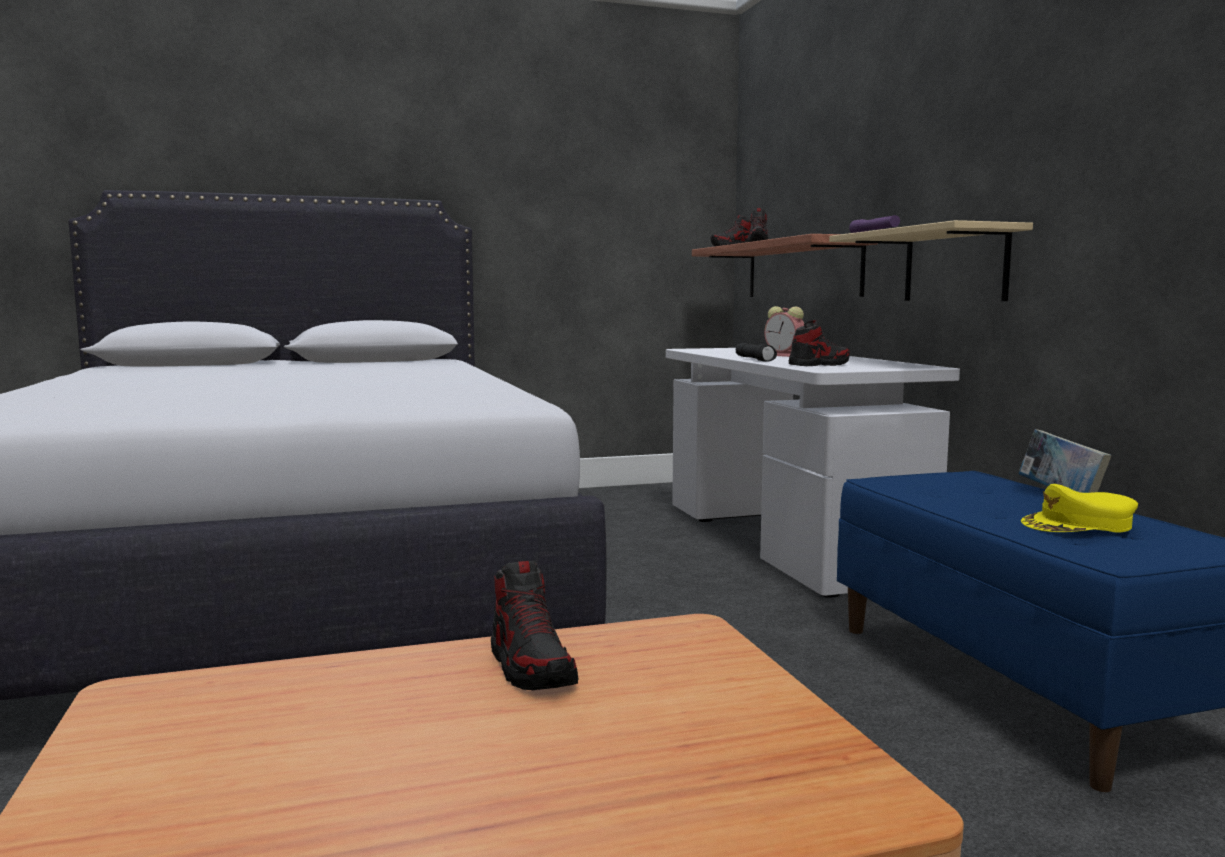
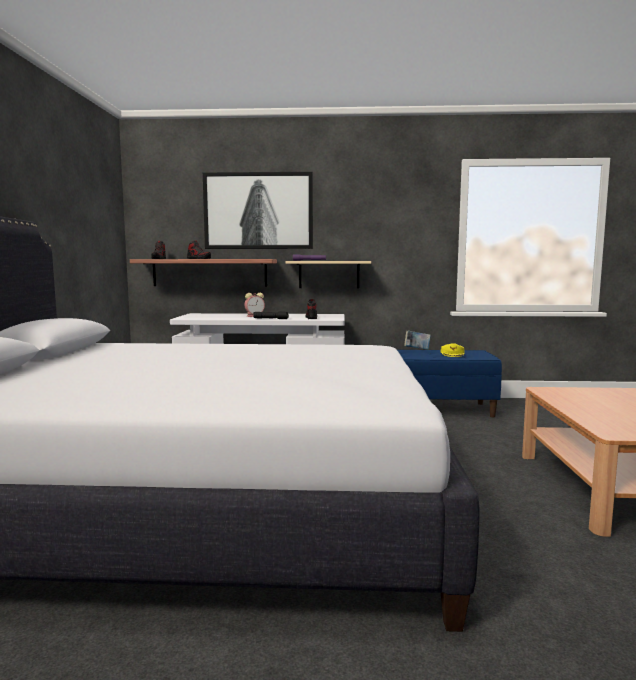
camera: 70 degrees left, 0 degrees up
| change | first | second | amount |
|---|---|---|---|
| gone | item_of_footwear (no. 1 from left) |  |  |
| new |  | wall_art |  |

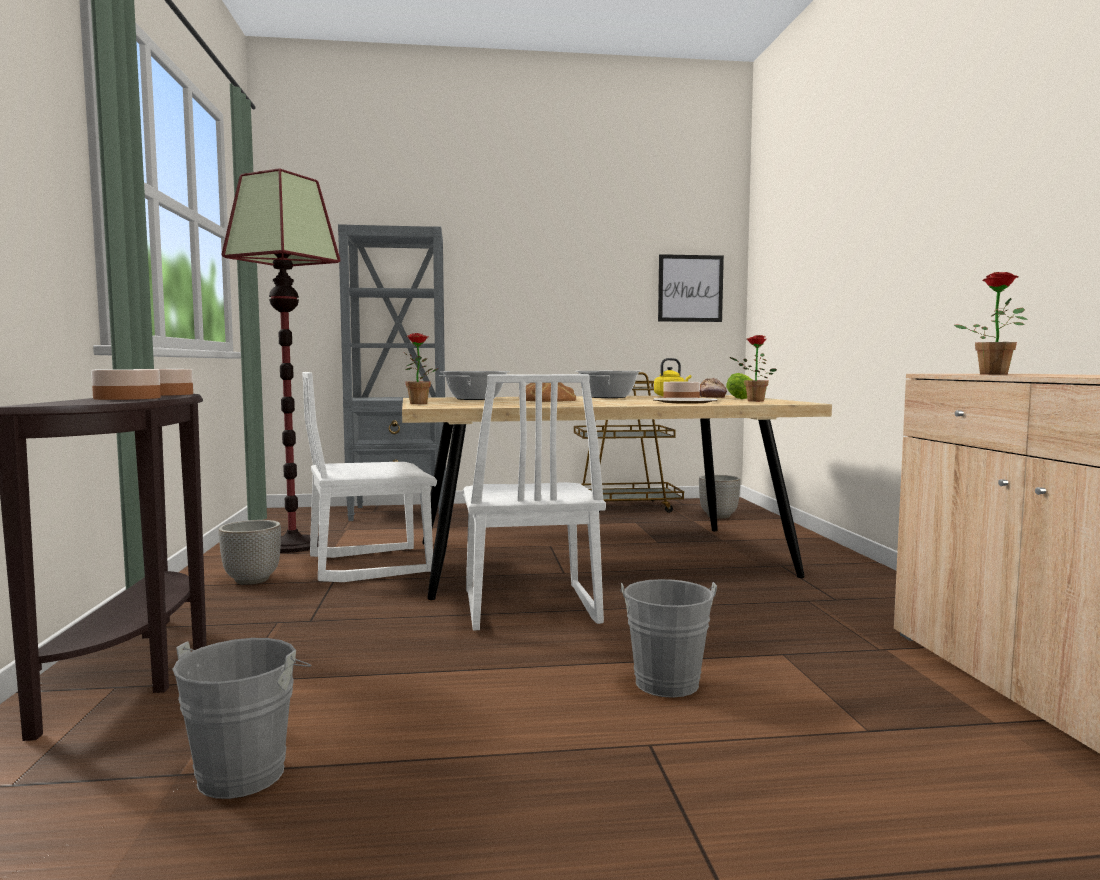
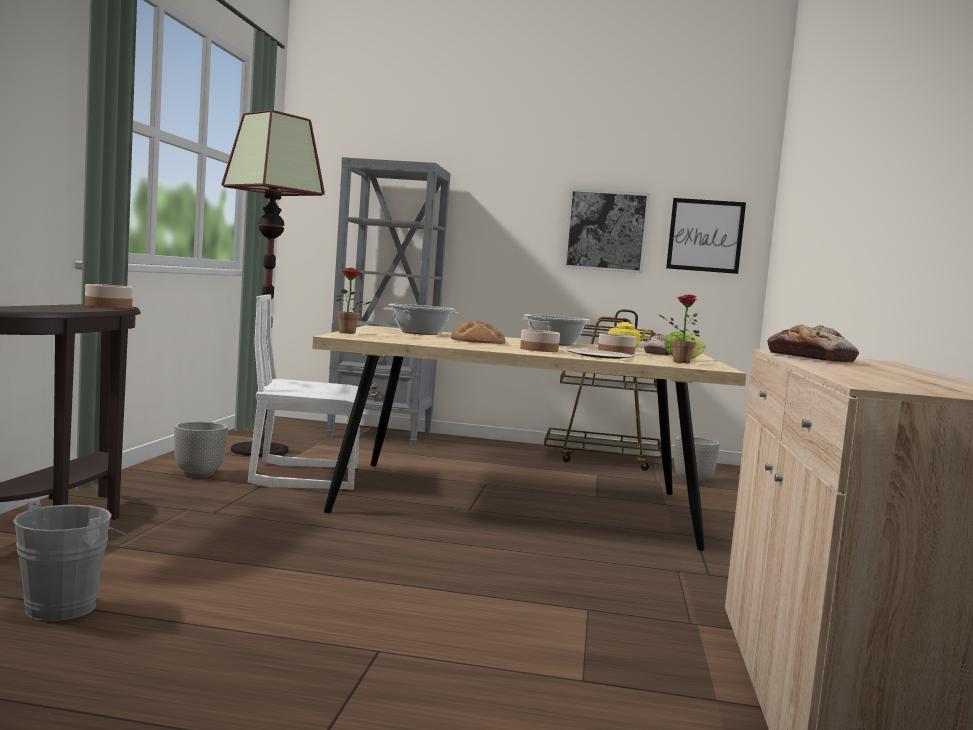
camera: 15 degrees right, 0 degrees up
| change | first | second | amount |
|---|---|---|---|
| gone | white_chair (no. 2 from left) |  |  |
| gone | grey_water_bucket (no. 2 from left) |  |  |
| new |  | wall_art (no. 1 from left) |  |
| shifted | serving_bowl (no. 1 from left in the first image) | serving_bowl (no. 2 from left) |  |
| swapped | potted_plant (no. 3 from left) | bakery_bread (no. 3 from left) |  |

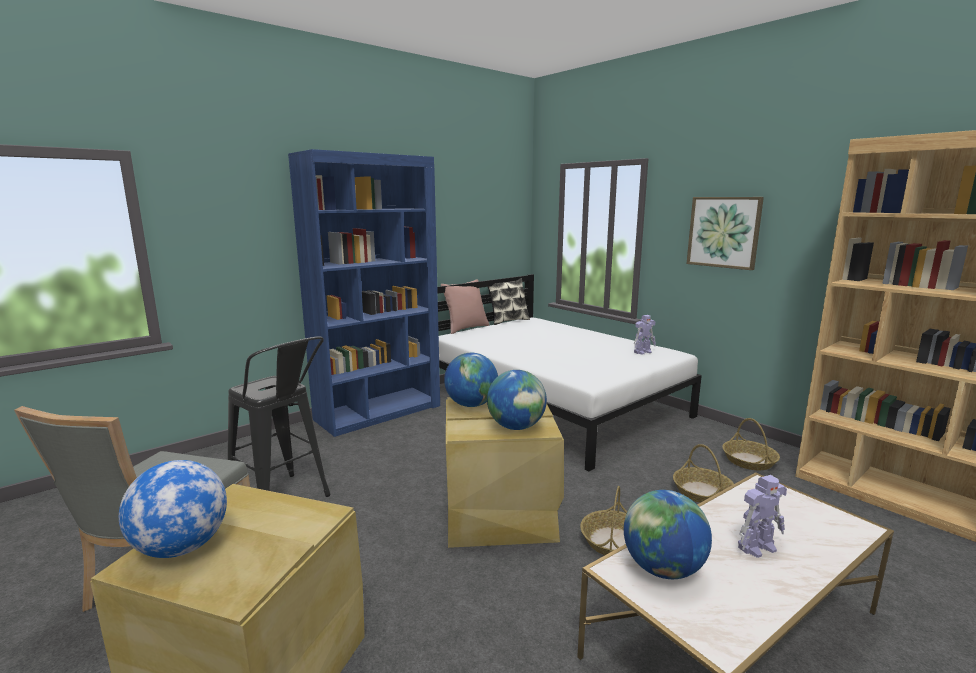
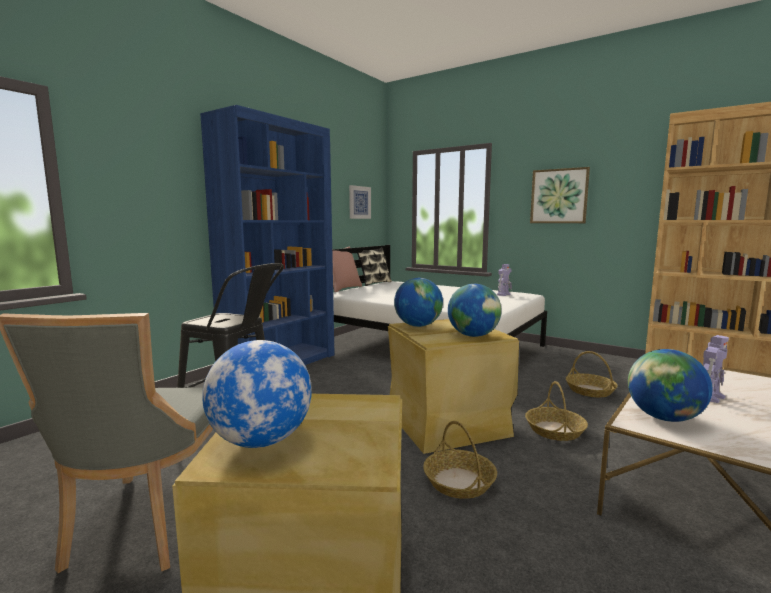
camera: 15 degrees left, 5 degrees down
| change | first | second | amount |
|---|---|---|---|
| new |  | wall_art (no. 1 from left) |  |
| shifted | storage_basket (no. 3 from left in the first image) | storage_basket (no. 1 from left) |  |

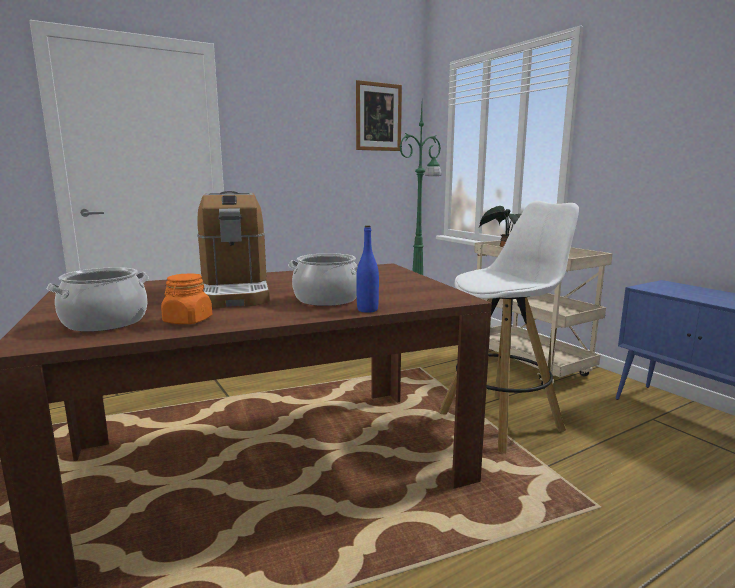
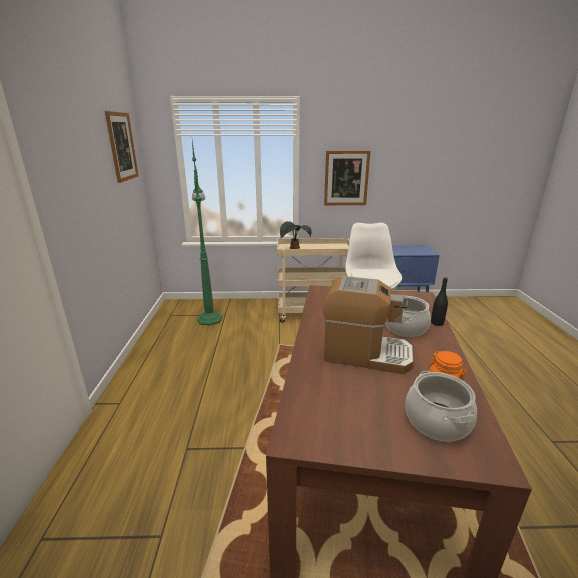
camera: 60 degrees left, 10 degrees up
| change | first | second | amount |
|---|---|---|---|
| new |  | wall_art (no. 2 from left) |  |
| repainted | blue-coloured_beverage_bottle | black_beverage_bottle |  |

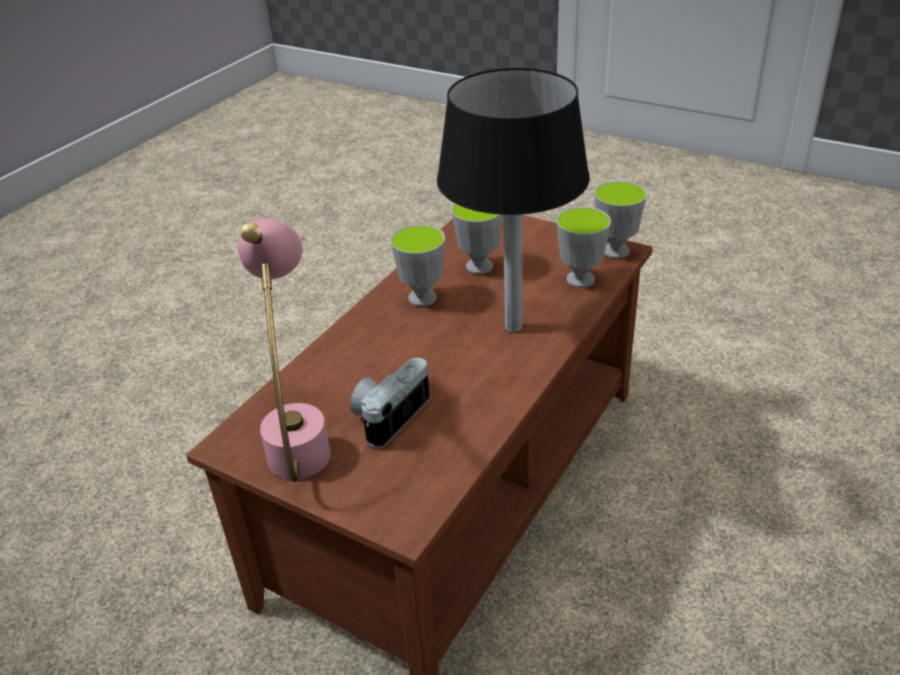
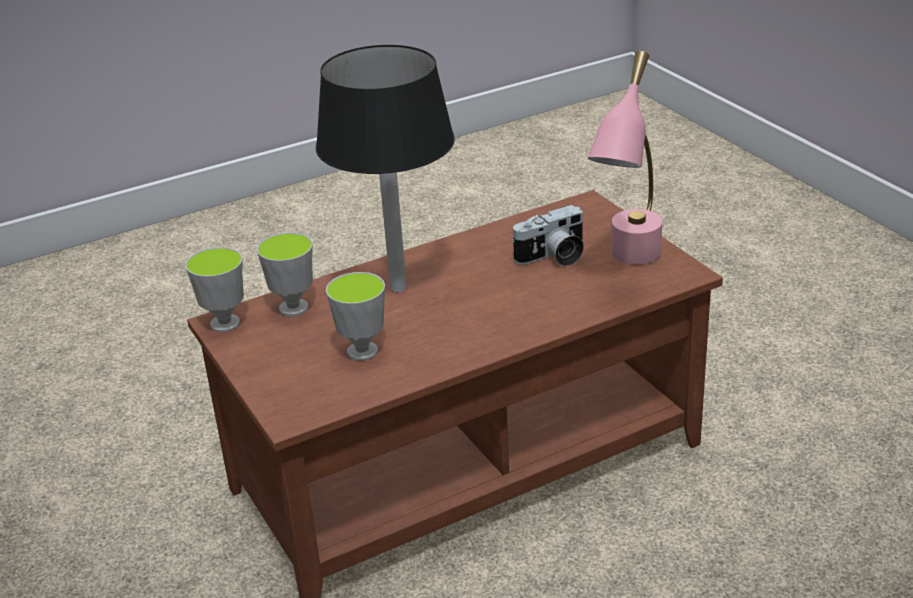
camera: 150 degrees left, 5 degrees down
| change | first | second | amount |
|---|---|---|---|
| gone | cup (no. 1 from left) |  |  |

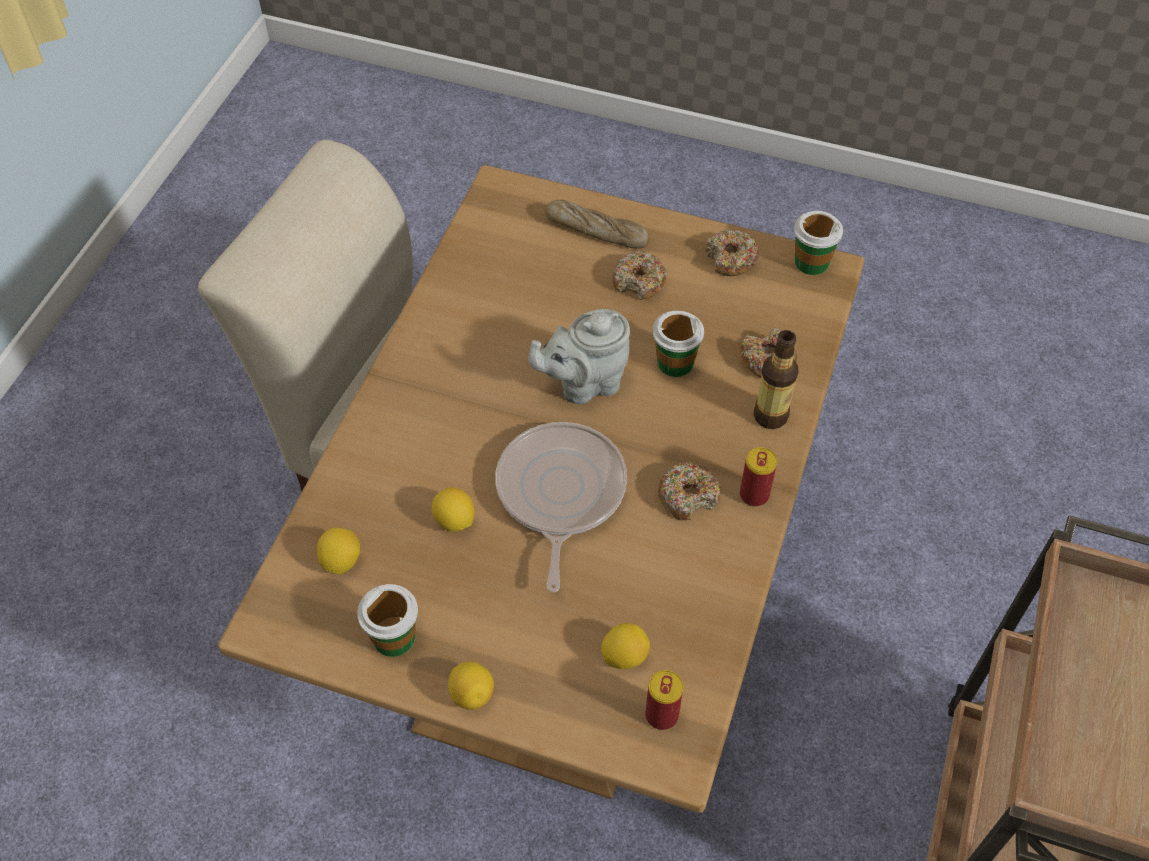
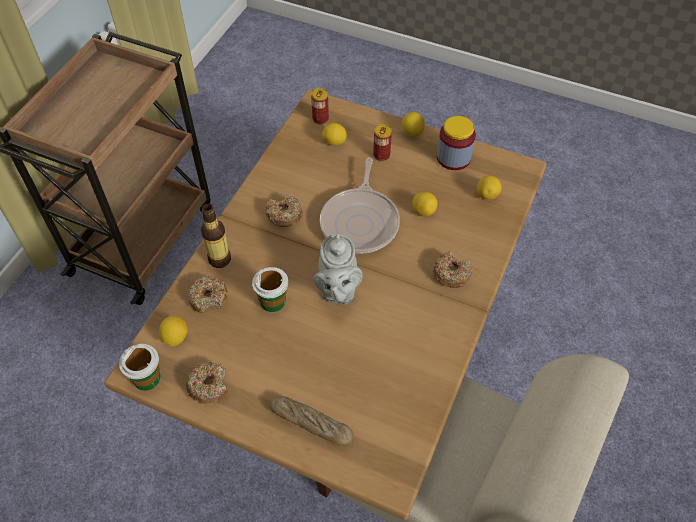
camera: 175 degrees left, 0 degrees up
| change | first | second | amount |
|---|---|---|---|
| new |  | citrus_fruit (no. 1 from left) |  |
| shifted | doughnut (no. 1 from left in the first image) | doughnut (no. 4 from left) |  |
| shifted | can (no. 2 from left) |  |  |
| swapped | cup (no. 1 from left) | preserve_jar |  |
| rotated | grey_teapot |  | 105 degrees clockwise |

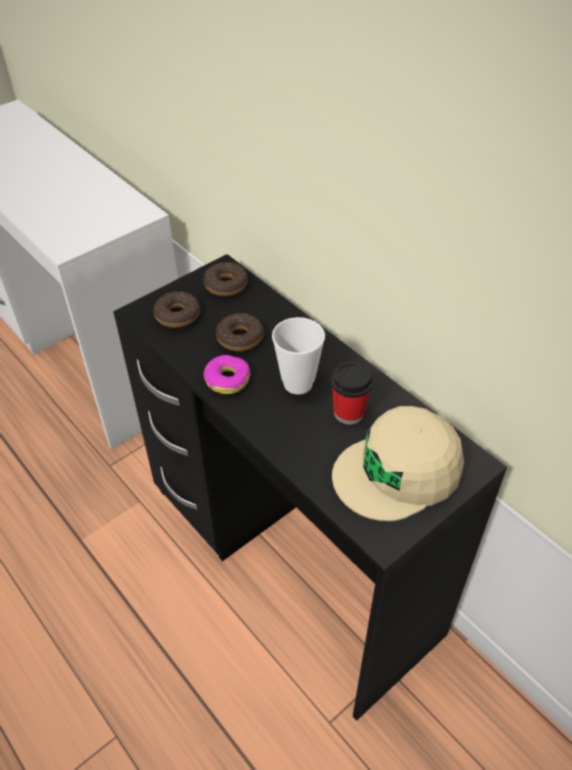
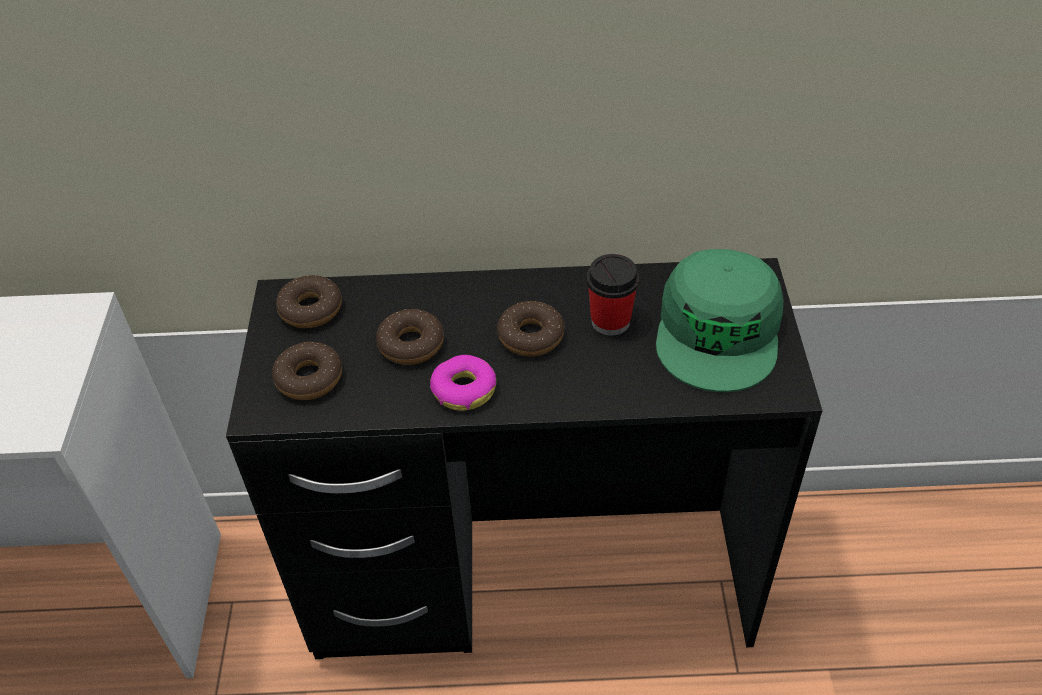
camera: 50 degrees left, 0 degrees up
| change | first | second | amount |
|---|---|---|---|
| swapped | cup (no. 1 from left) | doughnut (no. 5 from left) |  |
| repainted | beige_peaked_cap | greenish_peaked_cap |  |

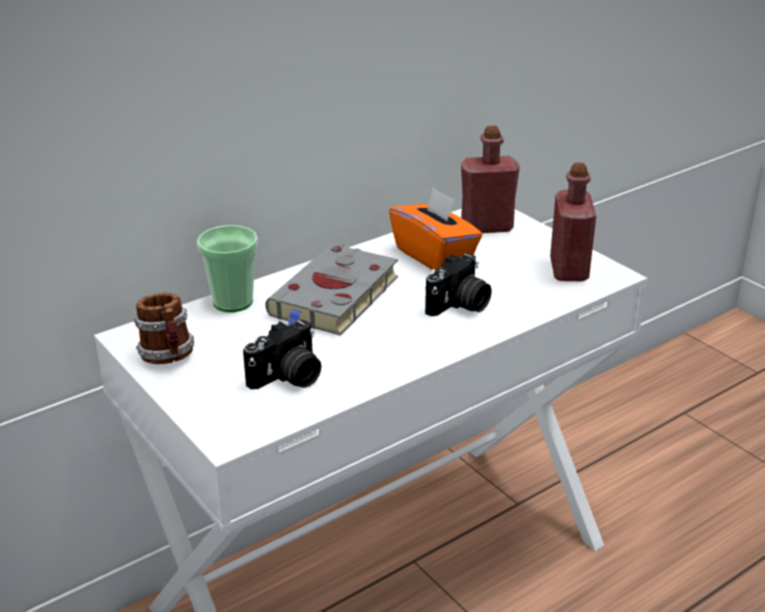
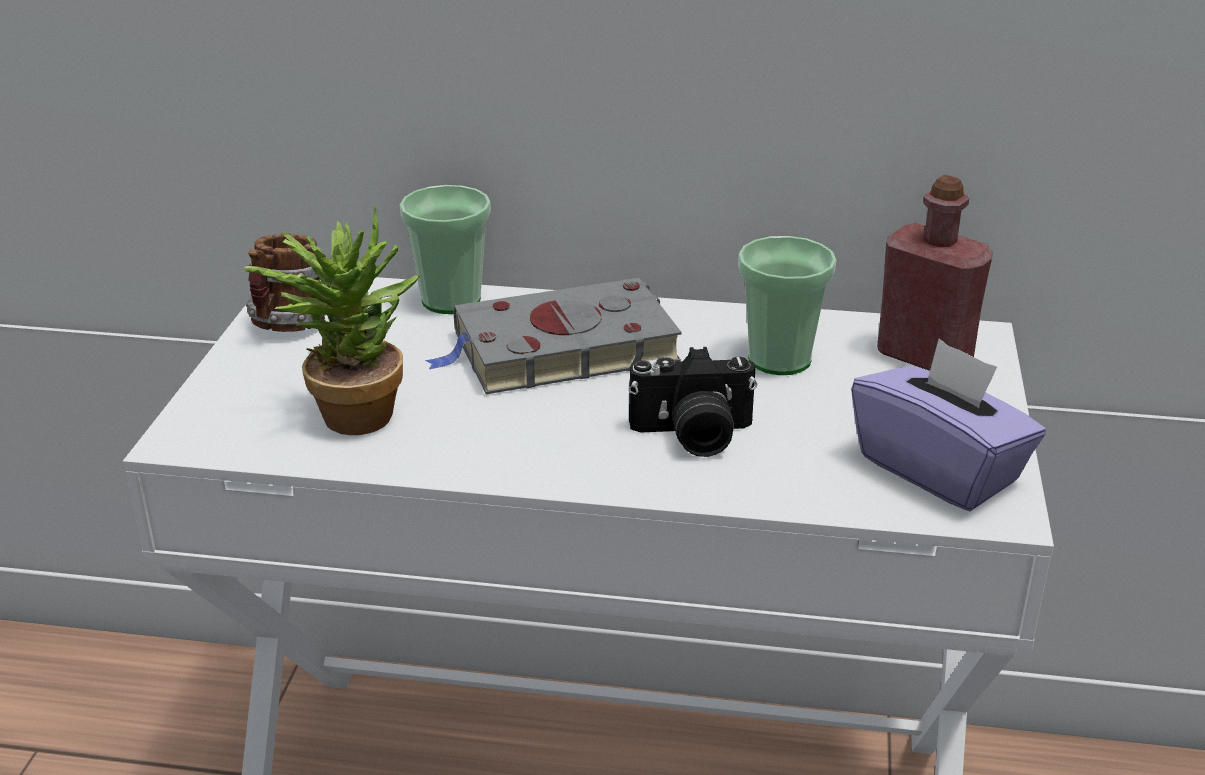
camera: 45 degrees right, 0 degrees up
| change | first | second | amount |
|---|---|---|---|
| swapped | photo_camera (no. 1 from left) | potted_plant |  |
| swapped | orange_tissue_box | cup (no. 2 from left) |  |
| swapped | reddish_beverage_bottle (no. 2 from left) | purplish_tissue_box |  |

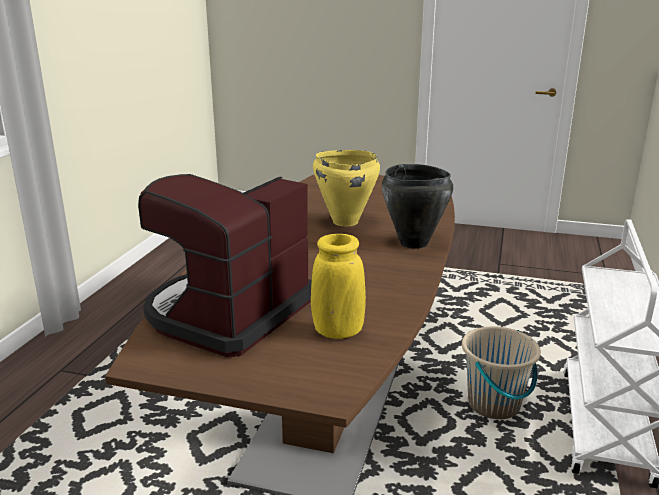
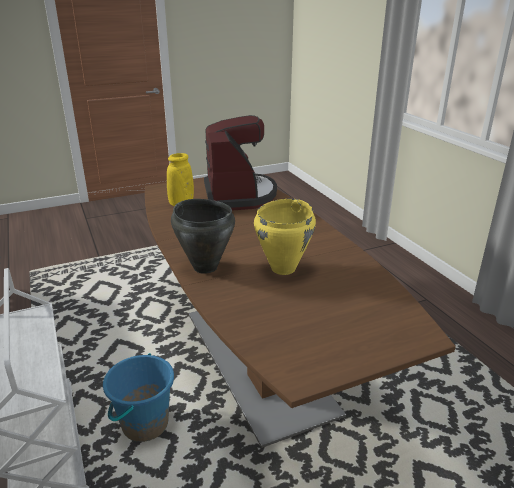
camera: 140 degrees right, 5 degrees up
| change | first | second | amount |
|---|---|---|---|
| repainted | beige_water_bucket | blue-coloured_water_bucket |  |

